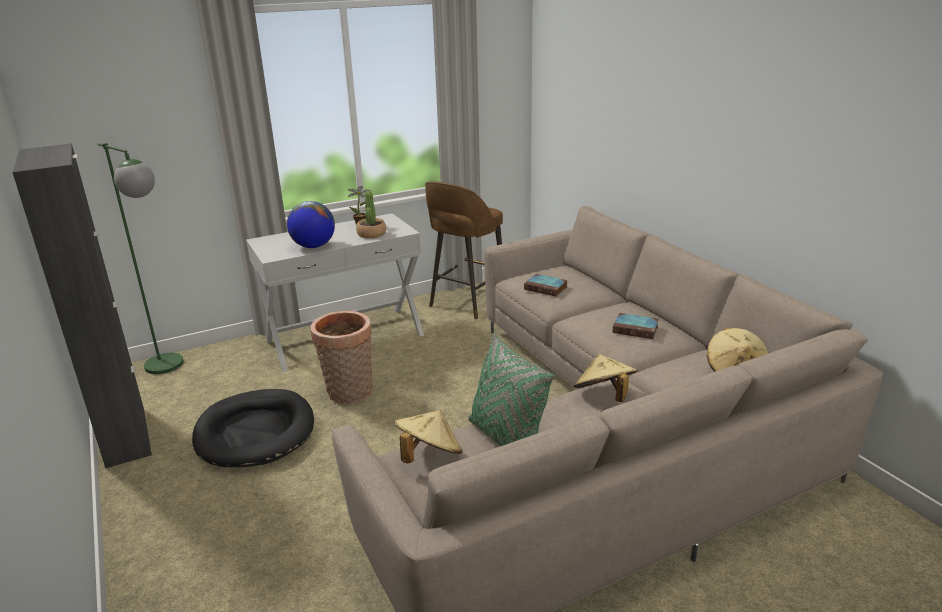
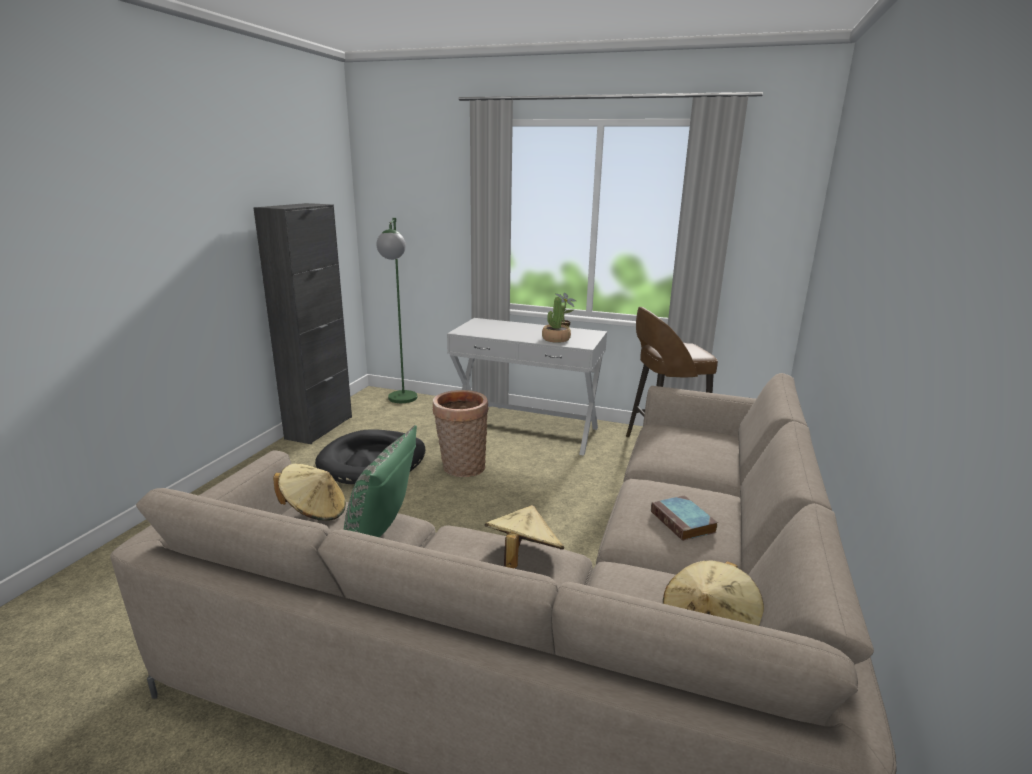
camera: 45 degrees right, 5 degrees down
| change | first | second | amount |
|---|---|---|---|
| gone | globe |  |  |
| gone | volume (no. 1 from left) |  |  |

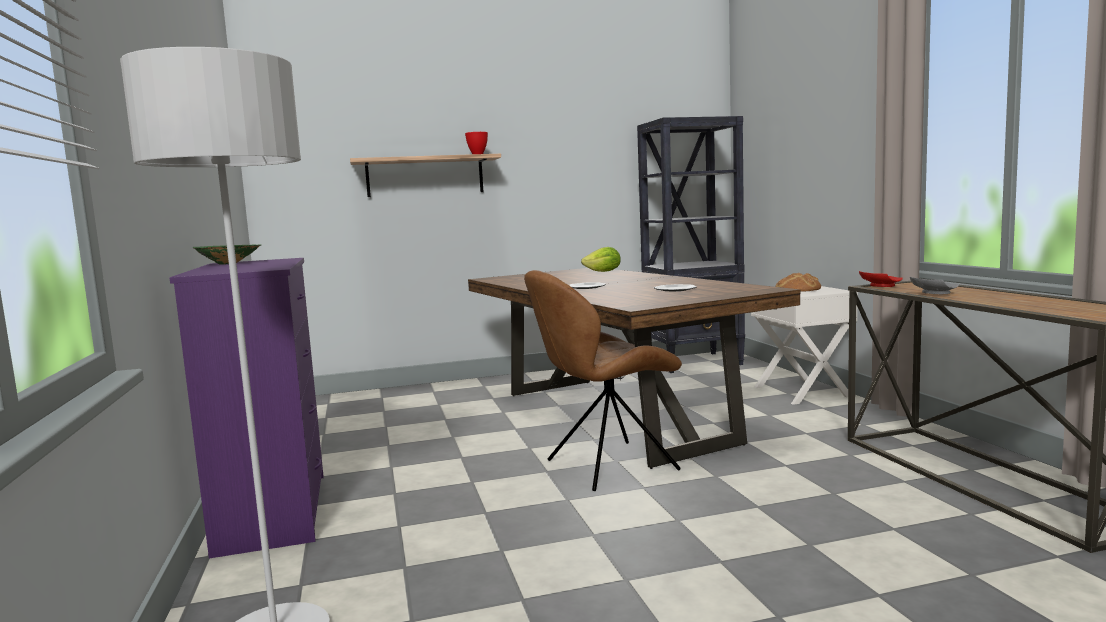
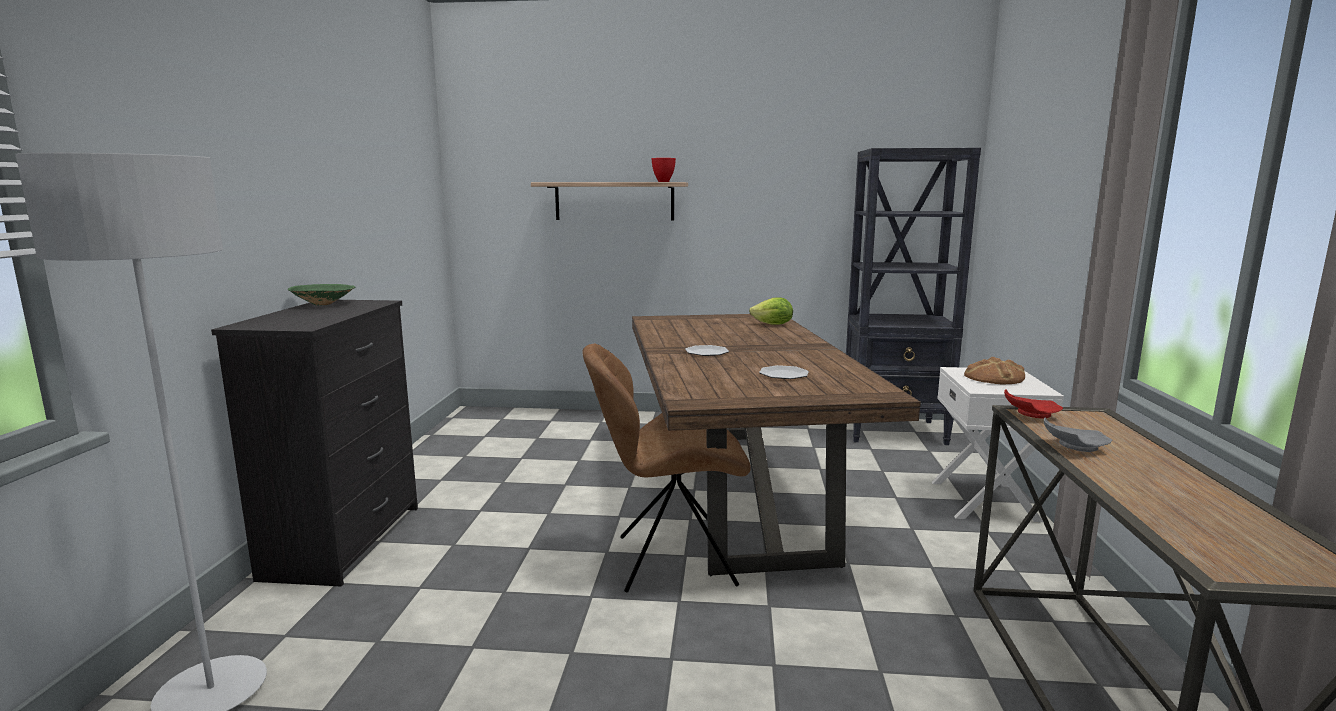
camera: 20 degrees right, 5 degrees up
| change | first | second | amount |
|---|---|---|---|
| repainted | purplish_dresser | black_dresser |  |

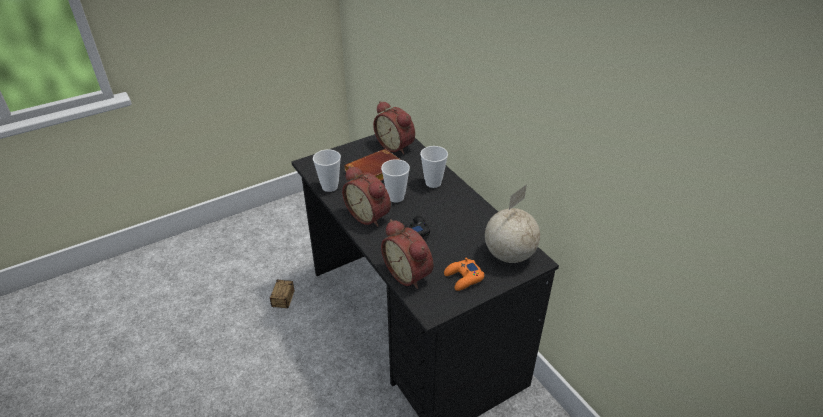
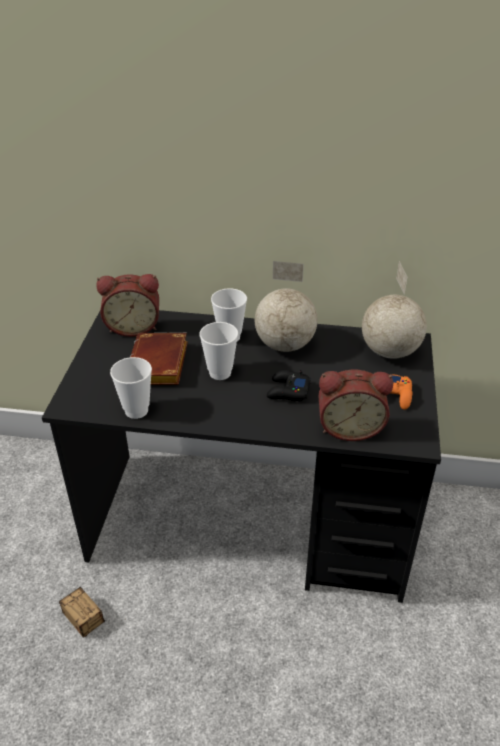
camera: 50 degrees left, 0 degrees up
| change | first | second | amount |
|---|---|---|---|
| gone | bedside_clock (no. 1 from left) |  |  |
| new |  | globe (no. 1 from left) |  |

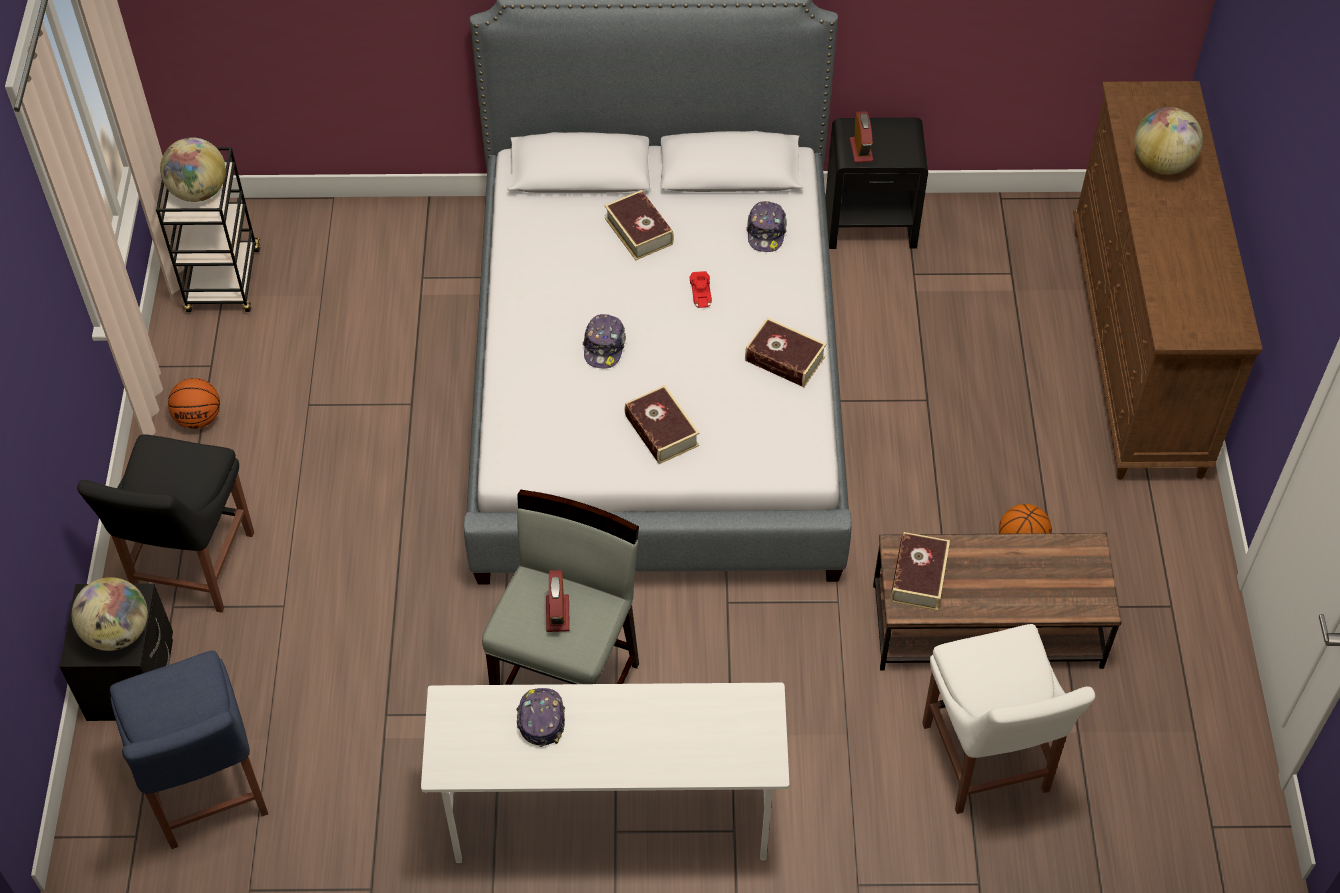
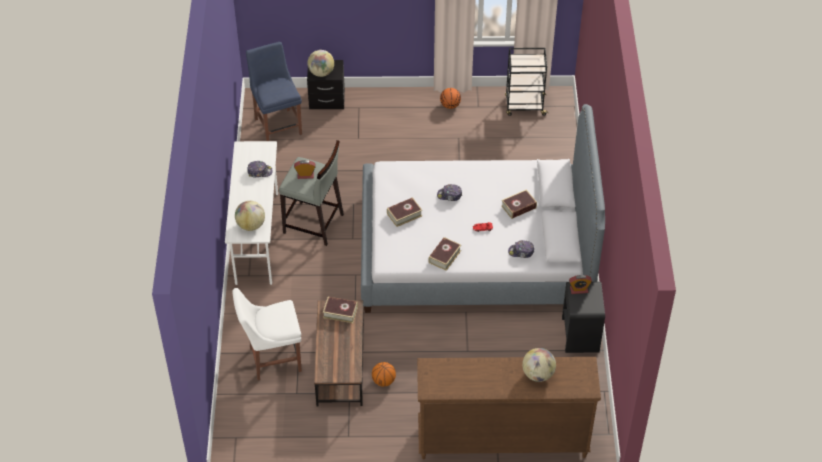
camera: 90 degrees right, 5 degrees down
| change | first | second | amount |
|---|---|---|---|
| gone | black_chair |  |  |
| shifted | globe (no. 2 from left in the first image) | globe (no. 1 from left) |  |
| rotated | blue-coloured_chair |  | 90 degrees clockwise |

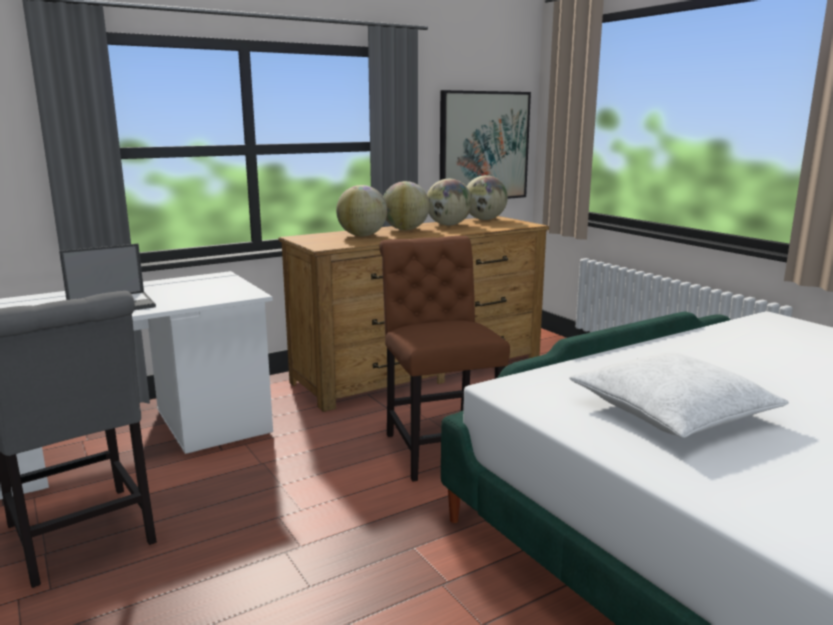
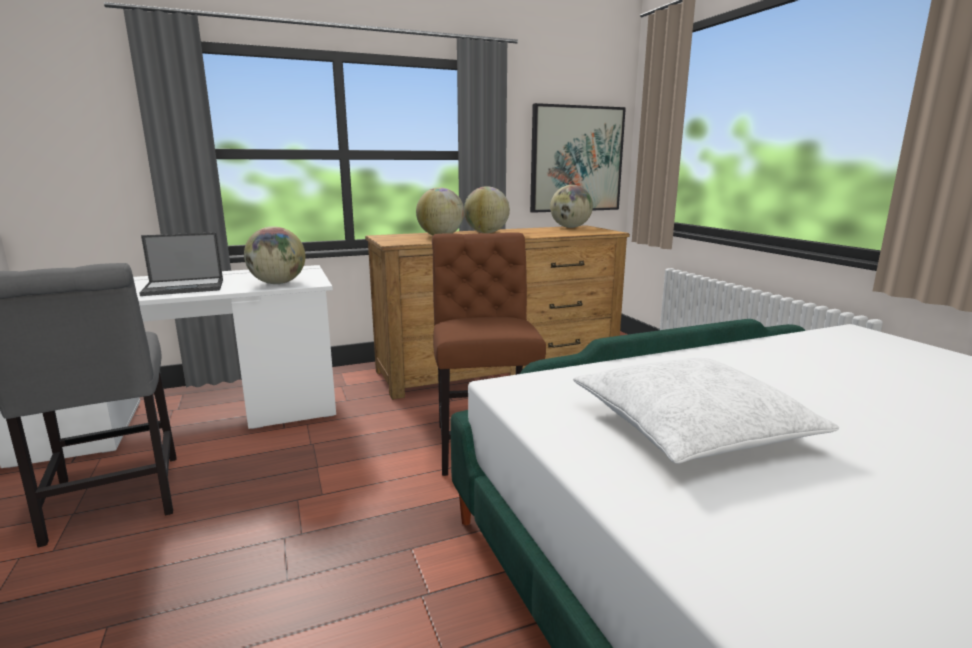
camera: 10 degrees right, 0 degrees up
| change | first | second | amount |
|---|---|---|---|
| shifted | globe (no. 3 from left in the first image) | globe (no. 1 from left) |  |

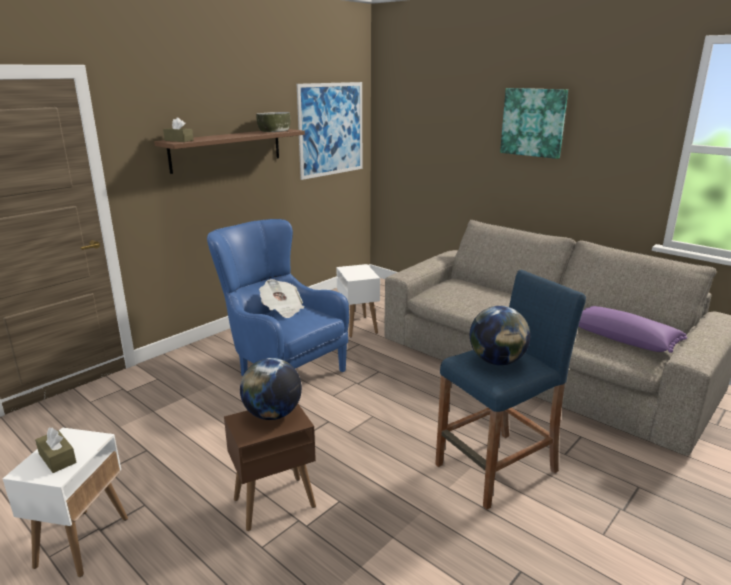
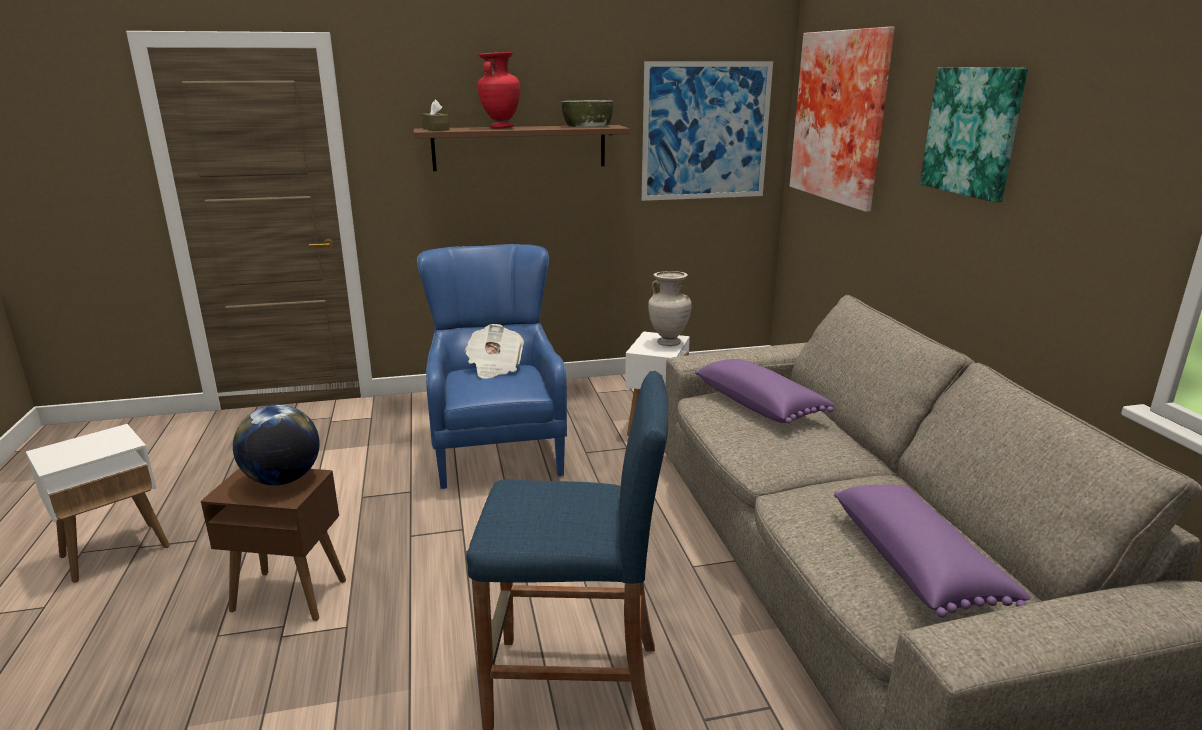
camera: 35 degrees right, 0 degrees up
| change | first | second | amount |
|---|---|---|---|
| gone | brownish_tissue_box (no. 1 from left) |  |  |
| gone | globe (no. 2 from left) |  |  |
| new |  | reddish_vase |  |
| new |  | beige_vase |  |
| new |  | purplish_pillow (no. 1 from left) |  |
| new |  | wall_art (no. 2 from left) |  |

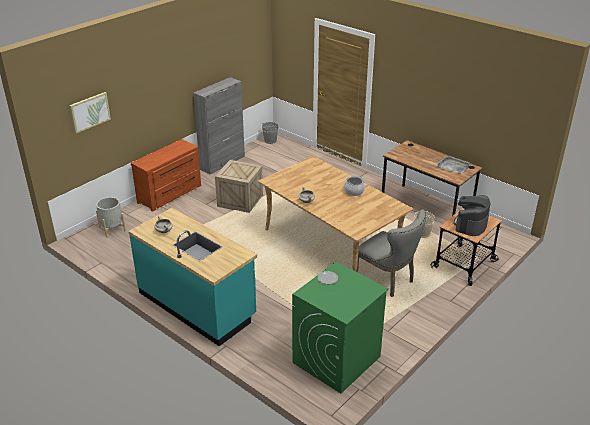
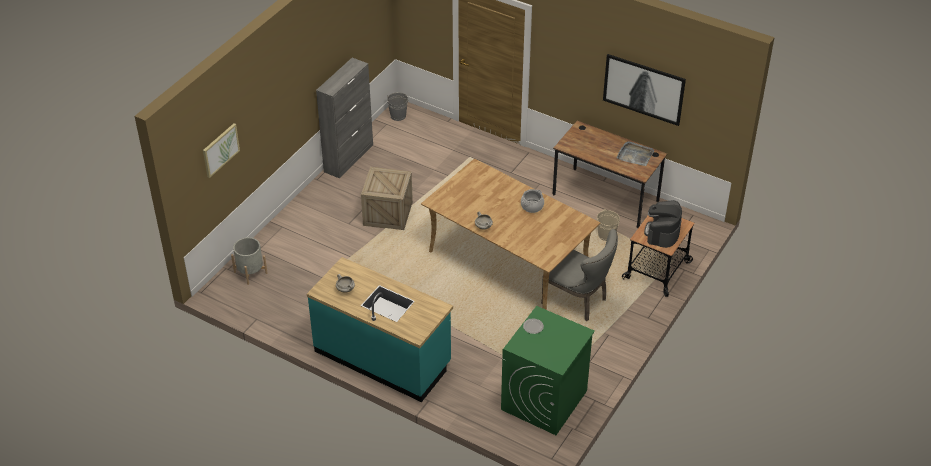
camera: 10 degrees left, 10 degrees up
| change | first | second | amount |
|---|---|---|---|
| gone | brownish_dresser |  |  |
| new |  | wall_art (no. 2 from left) |  |

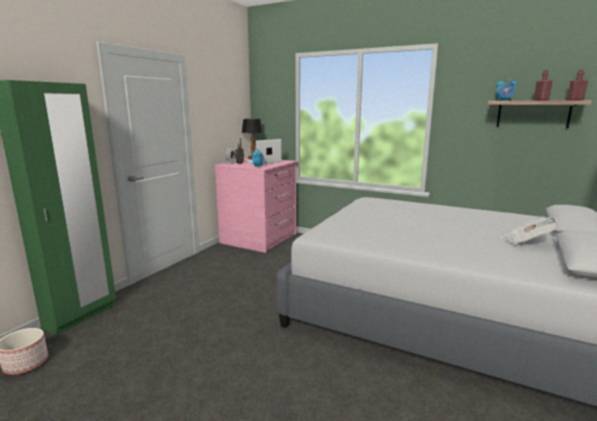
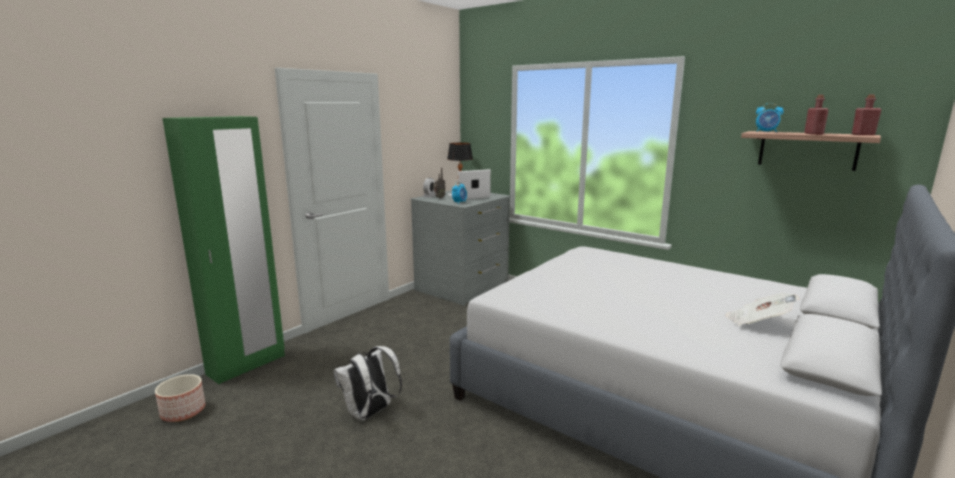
camera: 10 degrees right, 0 degrees up
| change | first | second | amount |
|---|---|---|---|
| new |  | white_rucksack |  |
| repainted | pink-coloured_dresser | grey_dresser |  |

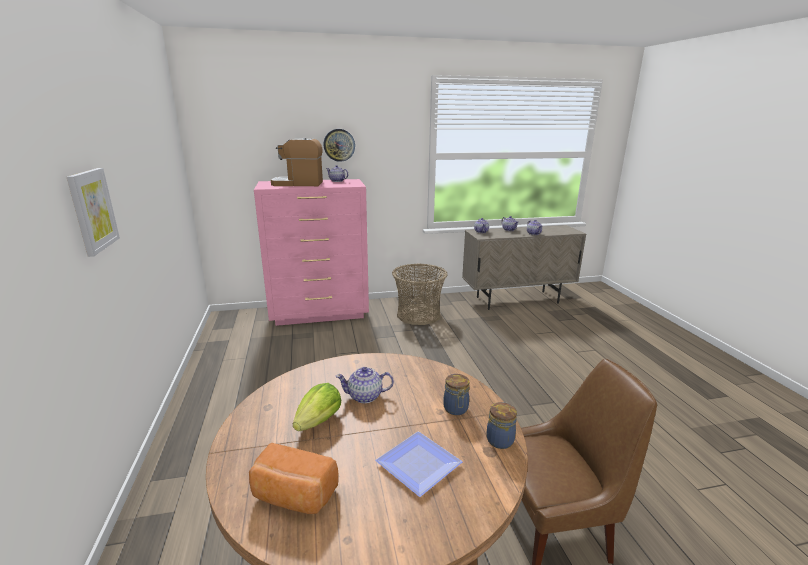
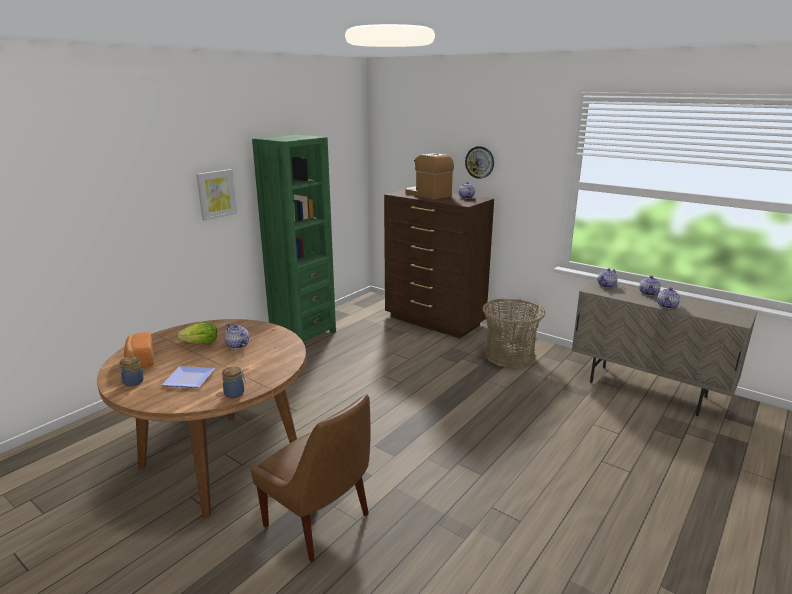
camera: 50 degrees right, 0 degrees up
| change | first | second | amount |
|---|---|---|---|
| new |  | greenish_bookcase |  |
| shifted | preserve_jar (no. 1 from left) |  |  |
| repainted | pink-coloured_dresser | brownish_dresser |  |

